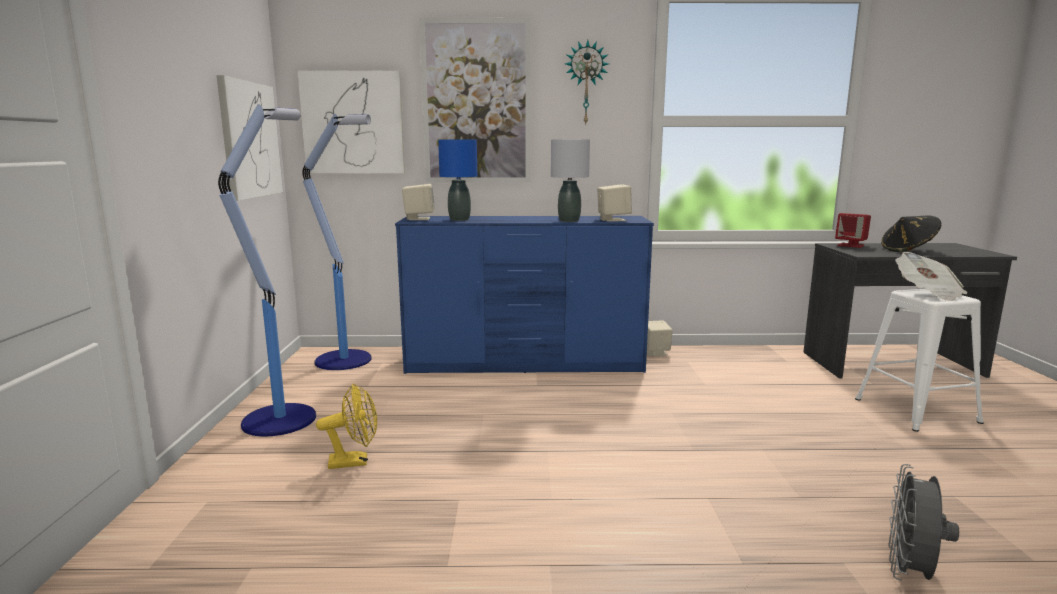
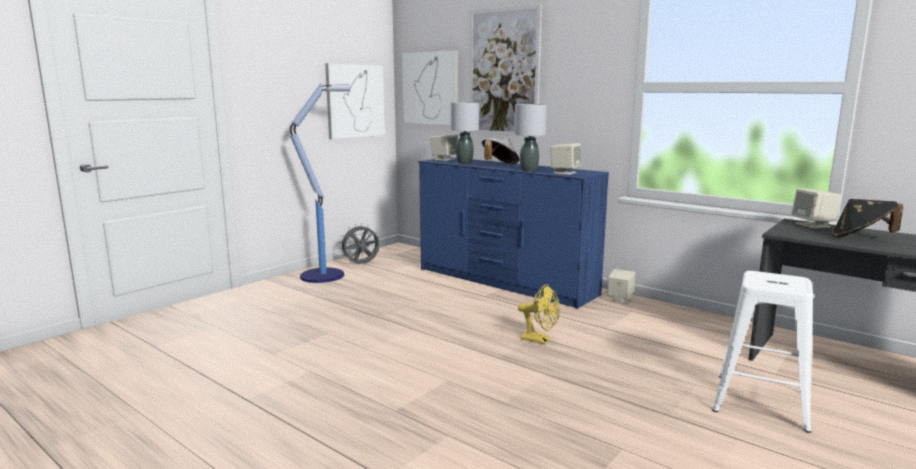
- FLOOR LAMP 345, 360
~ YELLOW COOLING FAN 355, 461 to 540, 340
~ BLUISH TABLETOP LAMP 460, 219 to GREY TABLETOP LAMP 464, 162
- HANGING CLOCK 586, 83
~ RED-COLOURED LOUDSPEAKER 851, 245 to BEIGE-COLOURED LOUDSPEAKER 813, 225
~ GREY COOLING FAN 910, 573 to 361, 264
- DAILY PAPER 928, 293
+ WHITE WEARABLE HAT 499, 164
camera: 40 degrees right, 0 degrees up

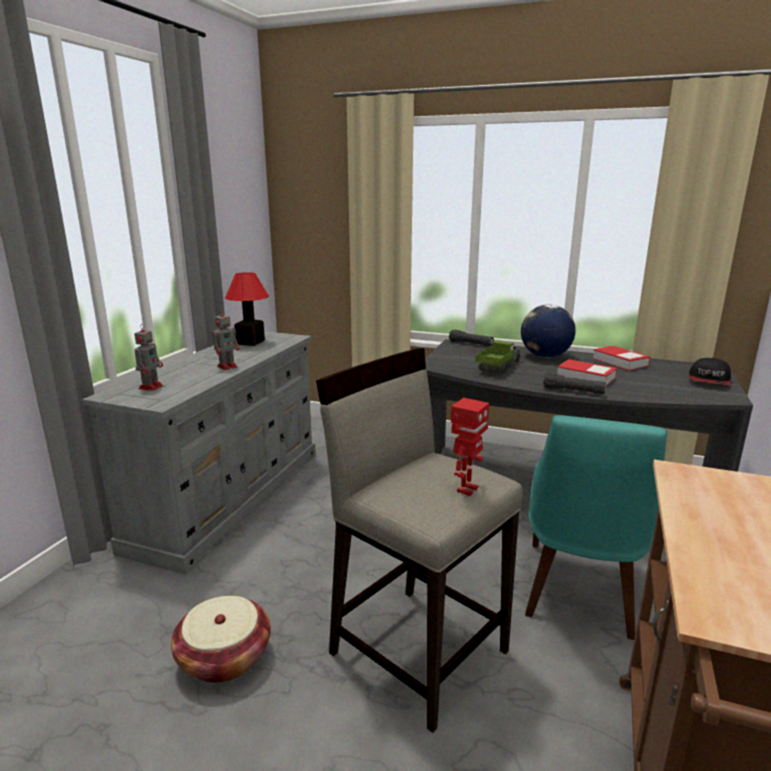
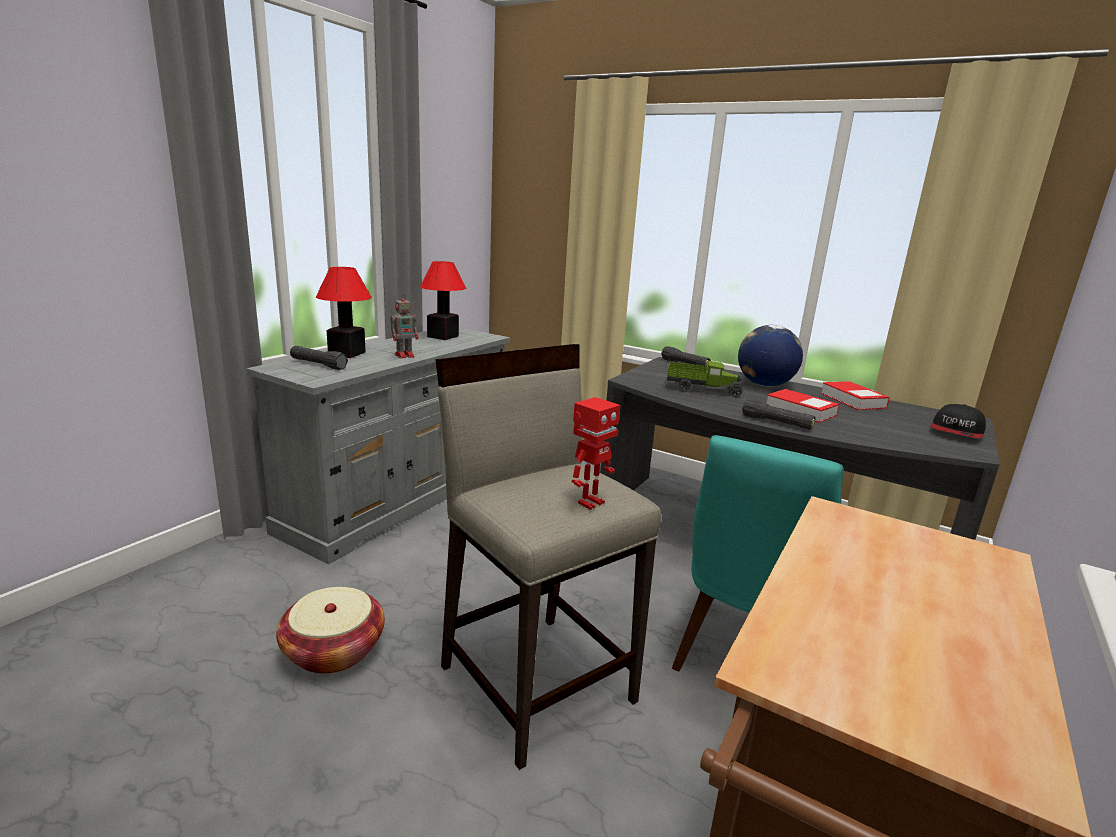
~ ROBOT FIGURE 151, 387 to BLACK TORCH 318, 365
~ TOY LORRY 498, 367 = 702, 390 60 degrees clockwise
+ TABLETOP LAMP 347, 354
camera: 10 degrees right, 0 degrees up

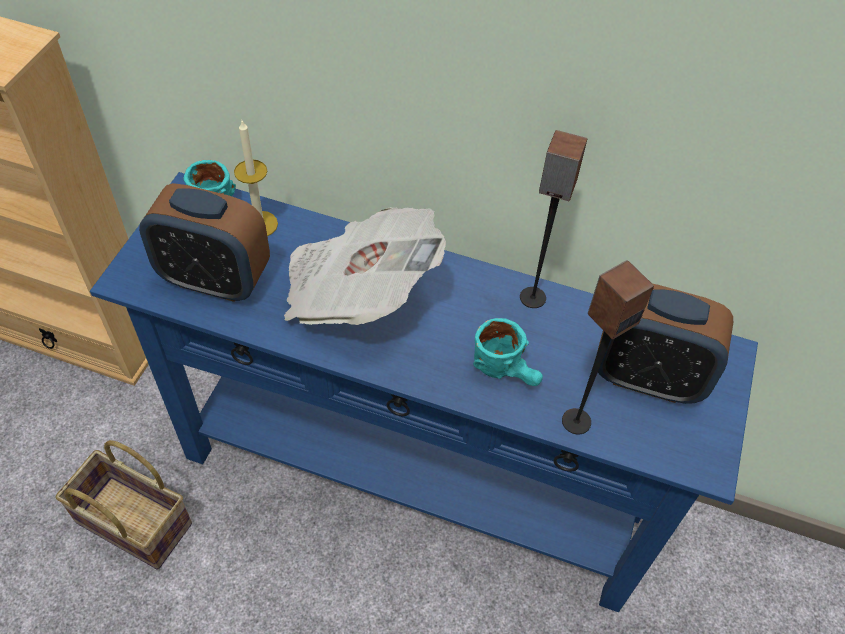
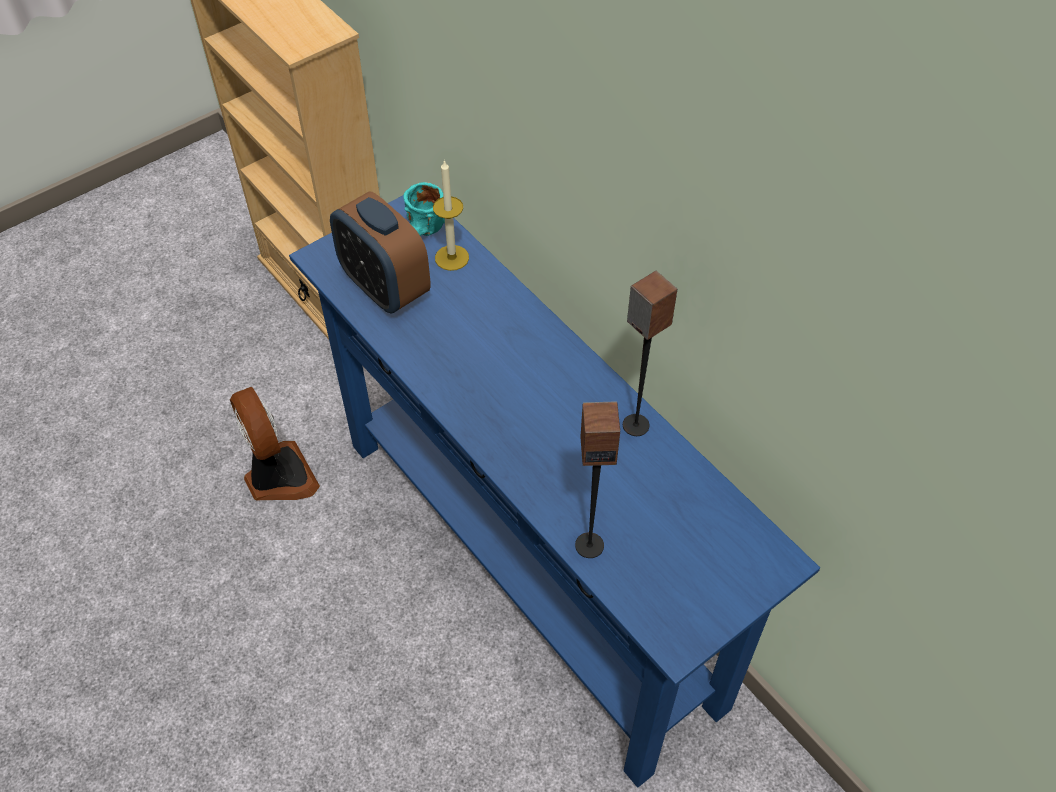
~ BASKET 130, 523 to COOLING FAN 278, 477
- DAILY PAPER 357, 292
- TURQUOISE TEA MUG 508, 370
- TABLE CLOCK 647, 377
camera: 35 degrees right, 0 degrees up

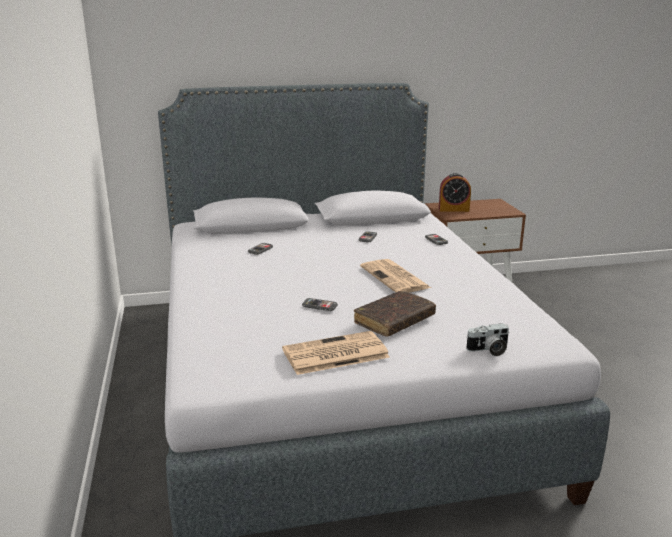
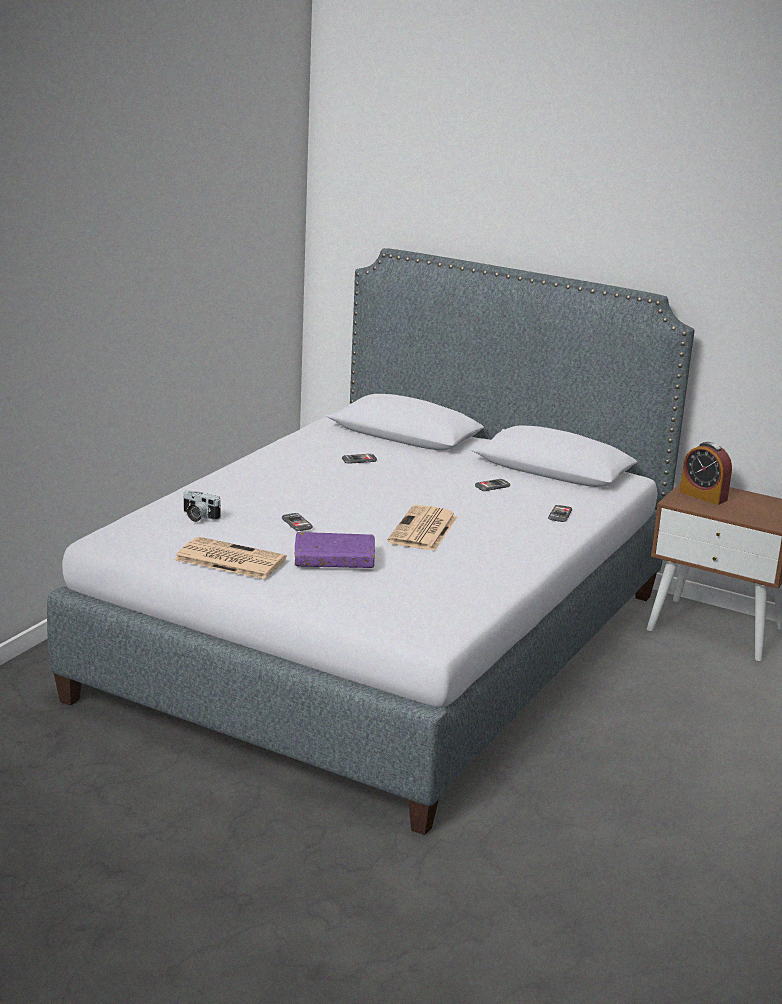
~ BROWN VOLUME 394, 321 to PURPLISH VOLUME 334, 560
~ PHOTO CAMERA 489, 350 to 198, 517
camera: 40 degrees right, 0 degrees up

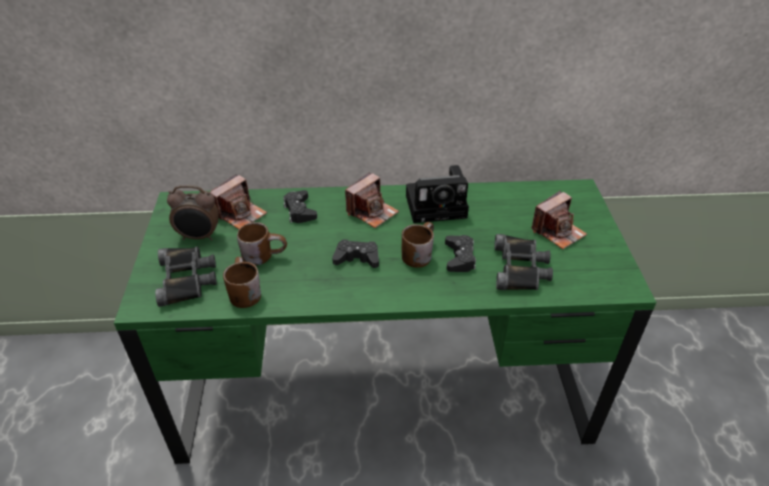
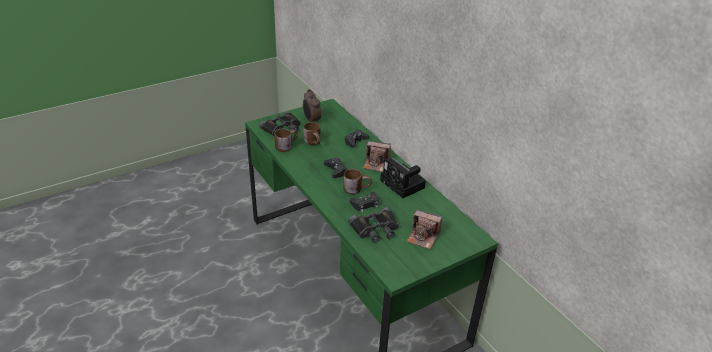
- PHOTO CAMERA 240, 214
camera: 60 degrees right, 5 degrees down

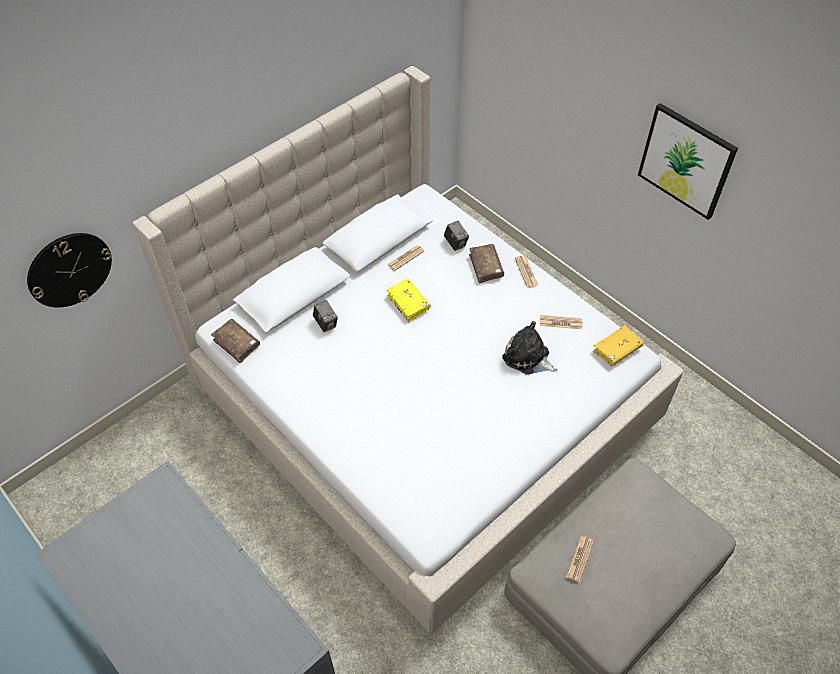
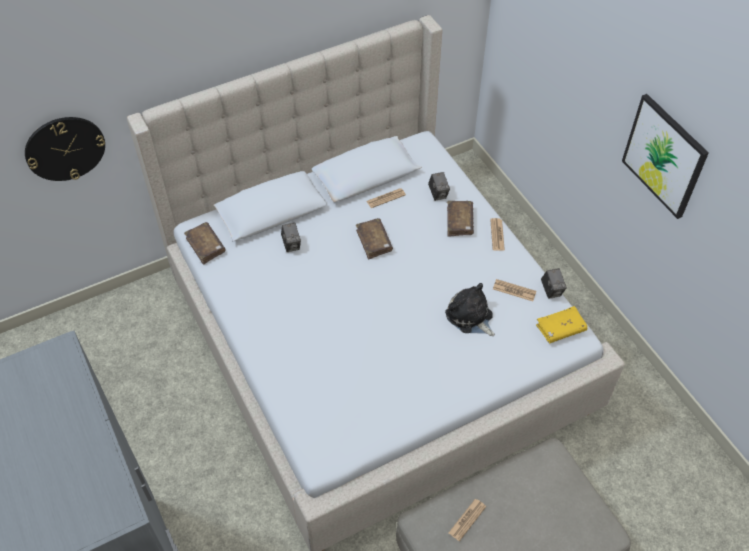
~ YELLOW VOLUME 408, 303 to BROWN VOLUME 374, 242
+ PHOTO CAMERA 551, 290
camera: 15 degrees right, 0 degrees up

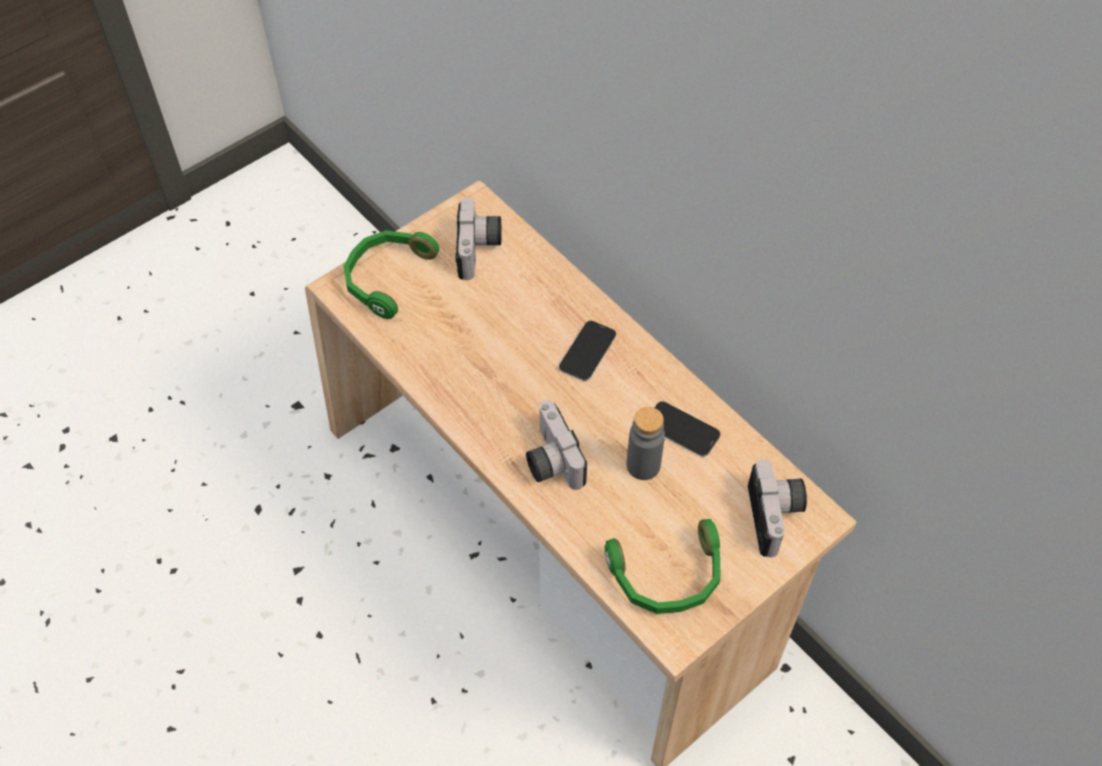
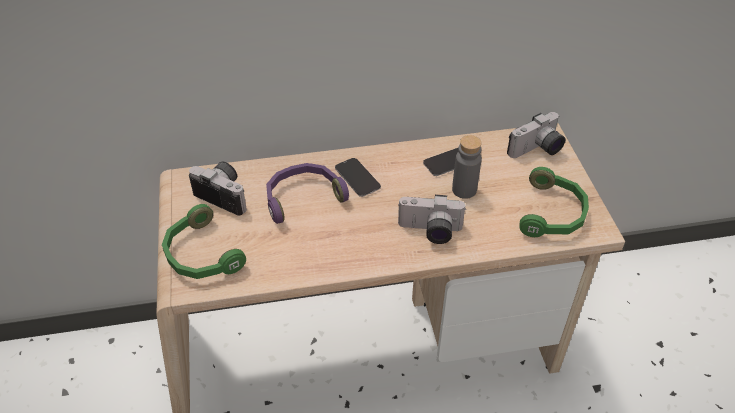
~ PHOTO CAMERA 777, 517 = 537, 150 120 degrees clockwise
+ PURPLISH HEADSET 303, 197
camera: 60 degrees left, 10 degrees down

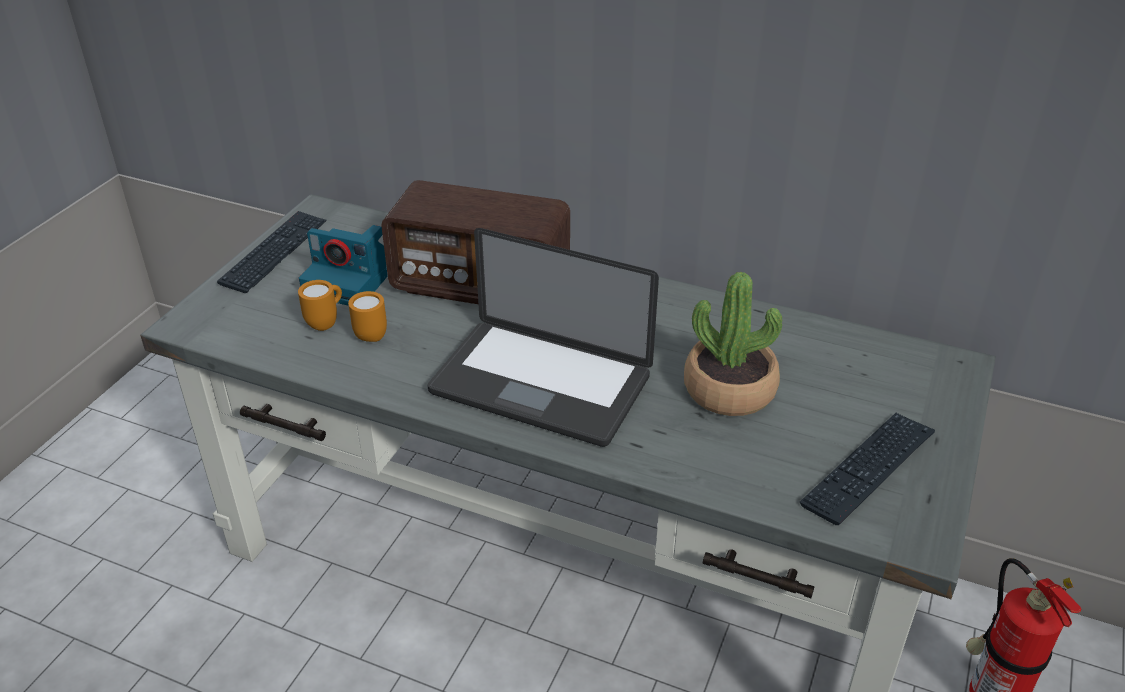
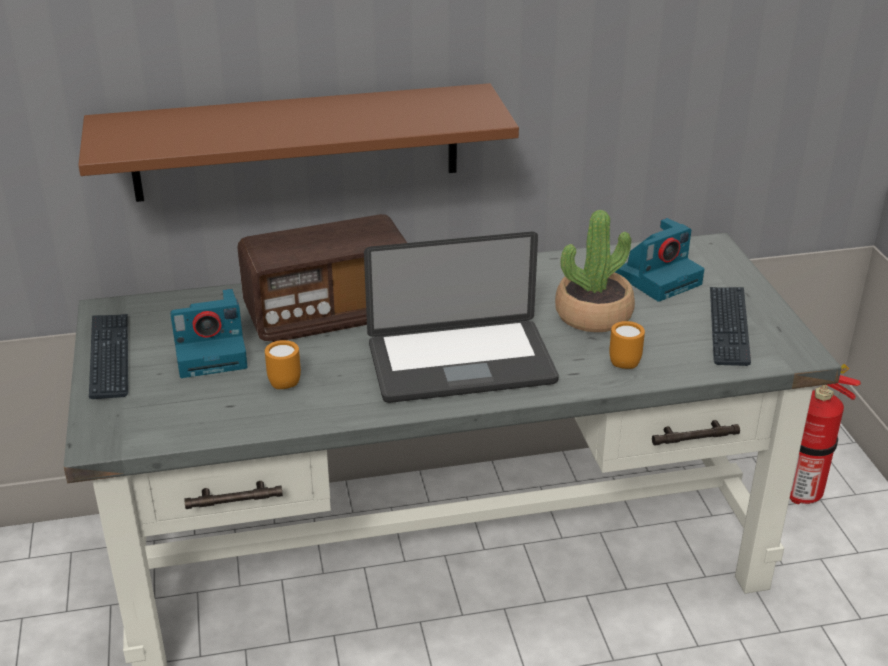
~ ORANGE TEA MUG 326, 322 to 624, 362
+ BROWN BRACKET SHELF 296, 142
+ PHOTO CAMERA 659, 278
camera: 35 degrees left, 5 degrees down

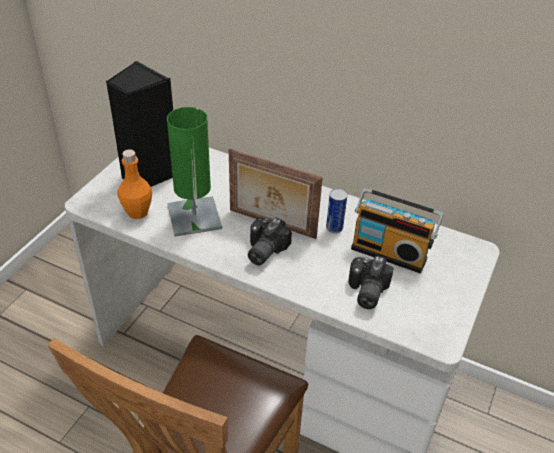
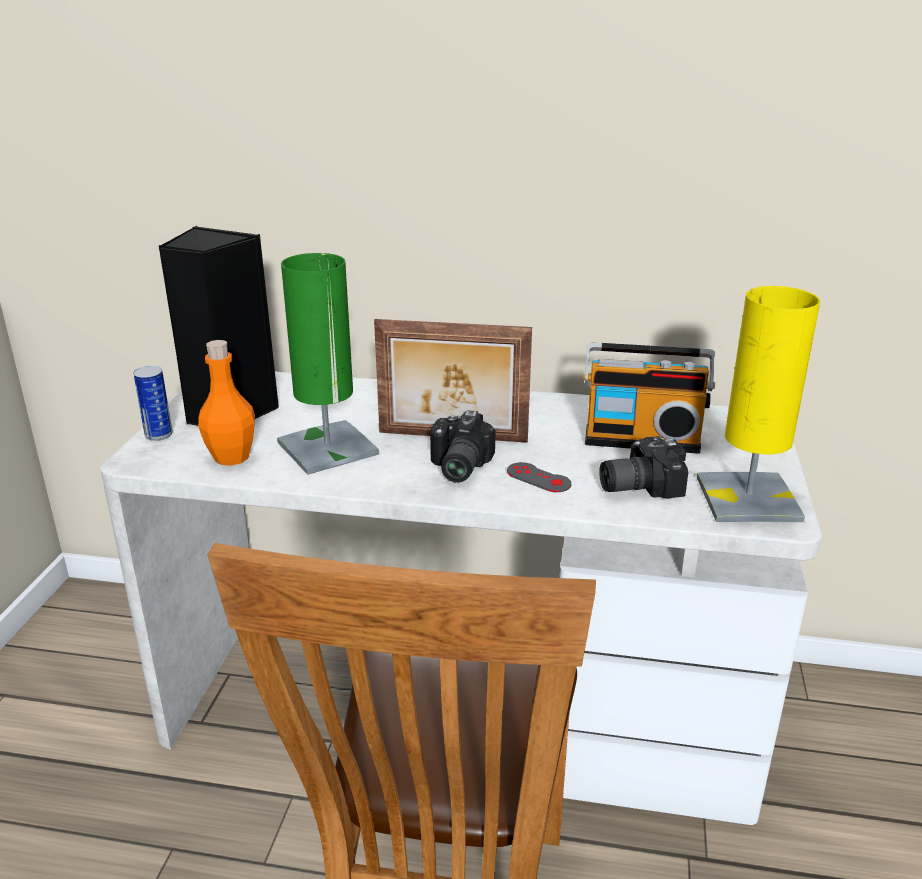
~ SEALED CAN 334, 228 to 158, 435
~ PHOTO CAMERA 365, 291 = 637, 485 75 degrees clockwise
+ GREY GAMEPAD 538, 478
+ YELLOW TABLETOP LAMP 748, 499
camera: 15 degrees left, 15 degrees down

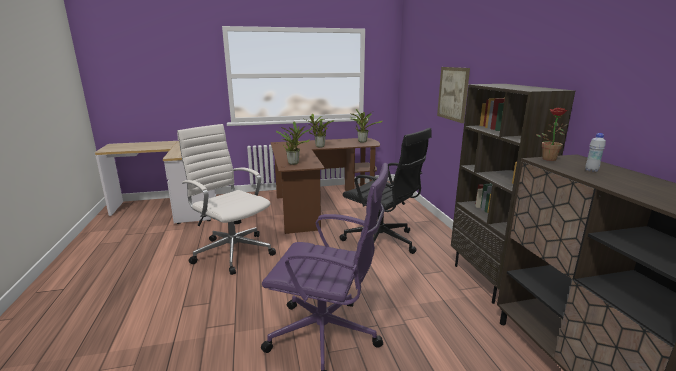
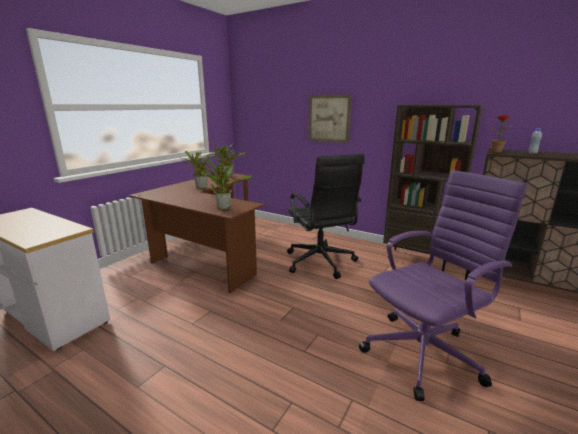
- WHITE DESK CHAIR 232, 251
~ BLACK DESK CHAIR 382, 242 = 320, 263 75 degrees clockwise
camera: 45 degrees left, 0 degrees up

